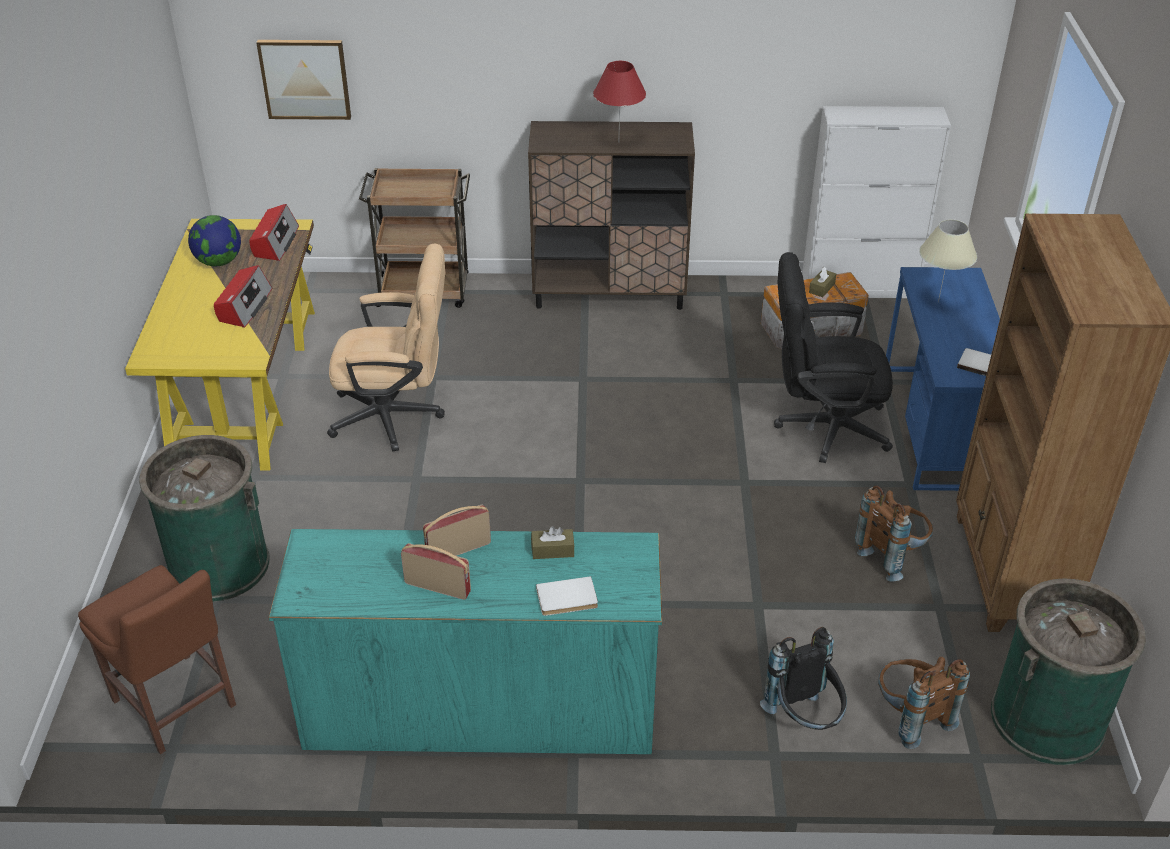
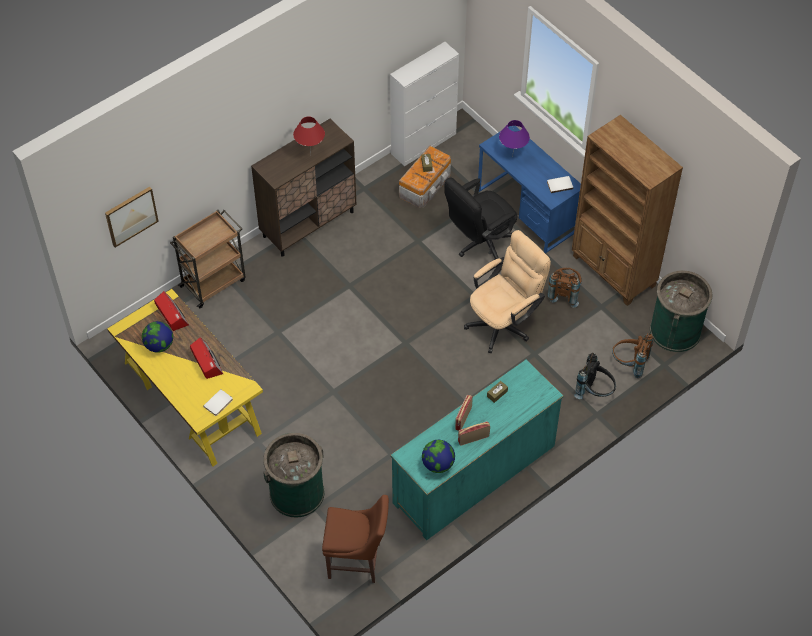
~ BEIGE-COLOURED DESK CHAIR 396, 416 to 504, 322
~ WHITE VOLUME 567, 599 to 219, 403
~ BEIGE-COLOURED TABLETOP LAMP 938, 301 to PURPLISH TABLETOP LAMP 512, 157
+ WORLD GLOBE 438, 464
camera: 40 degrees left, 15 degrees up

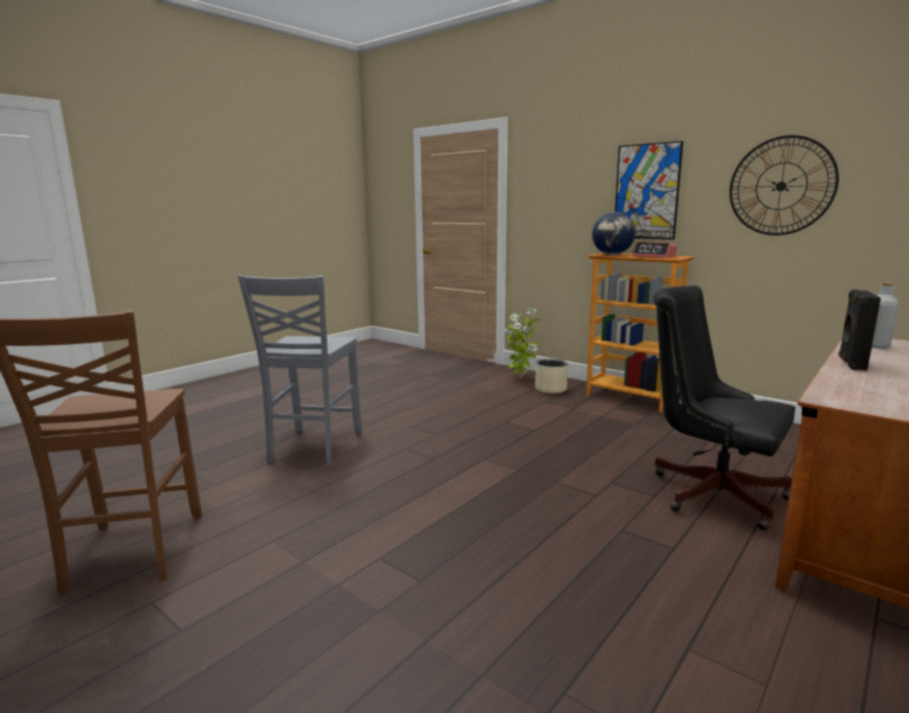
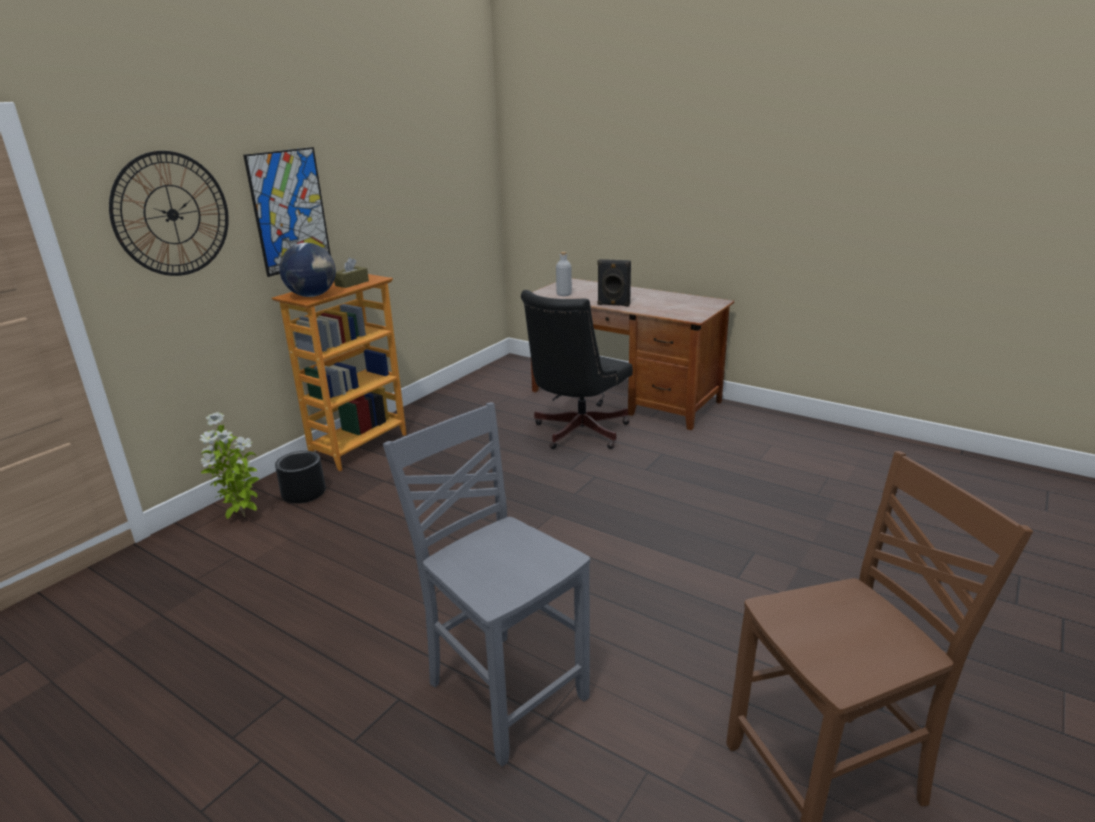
~ GREY CHAIR 313, 448 = 504, 690 135 degrees counterclockwise
~ BEIGE-COLOURED PLANTER 551, 389 to BLACK PLANTER 304, 493
~ TABLE CLOCK 654, 256 to BROWN TISSUE HOLDER 352, 283
~ HANGING CLOCK 781, 186 to 172, 214
camera: 95 degrees left, 10 degrees up

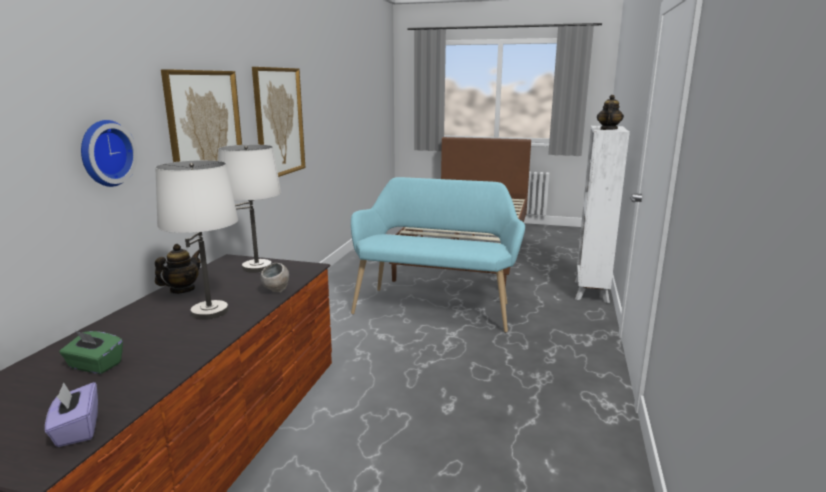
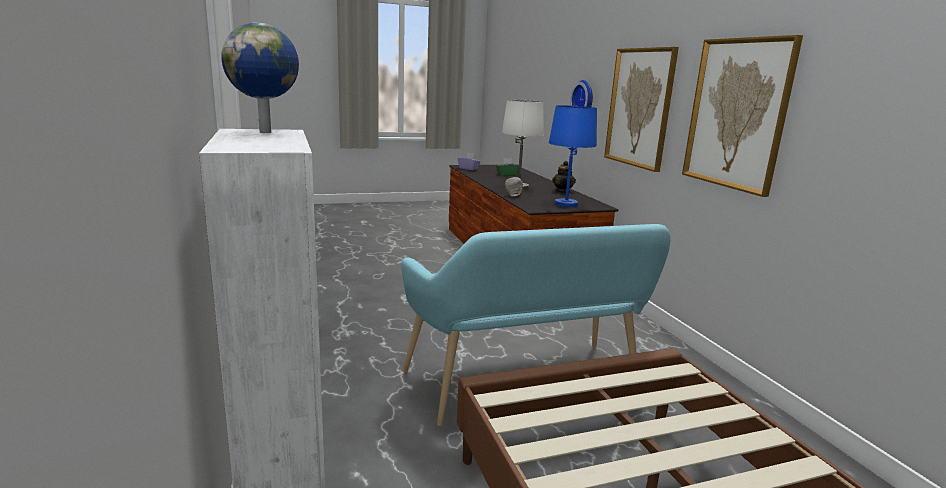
~ WHITE TABLETOP LAMP 257, 267 to BLUISH TABLETOP LAMP 566, 204
~ POT FOR TEA 608, 129 to WORLD GLOBE 267, 132
camera: 145 degrees right, 0 degrees up

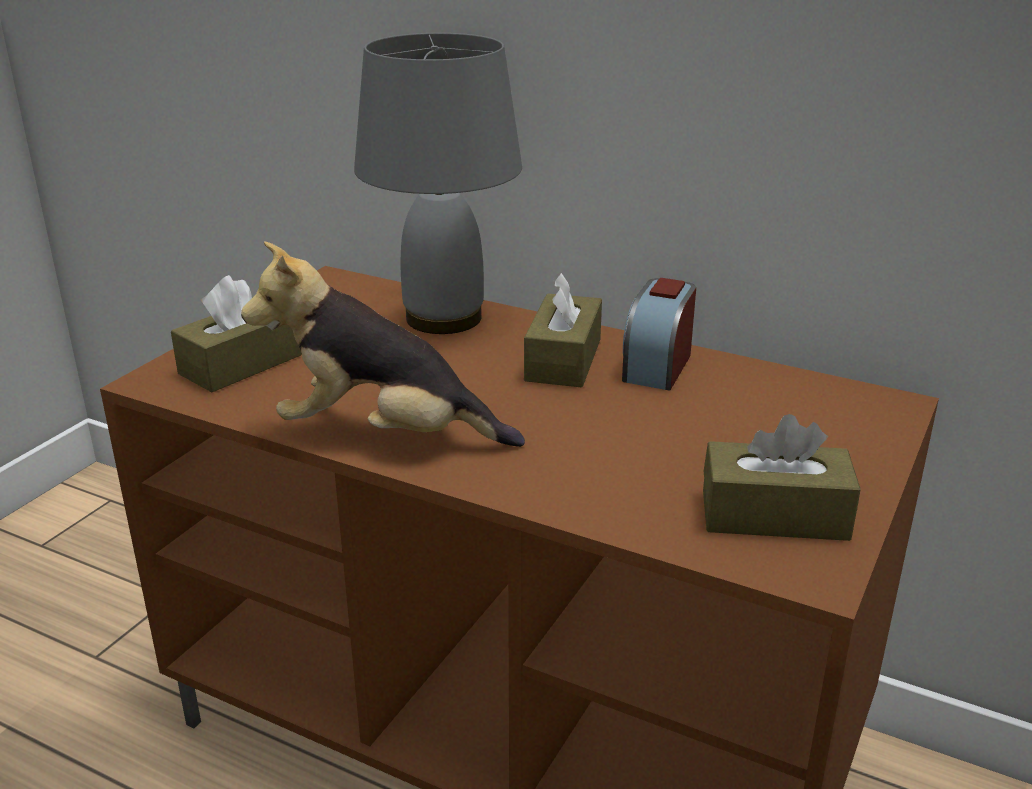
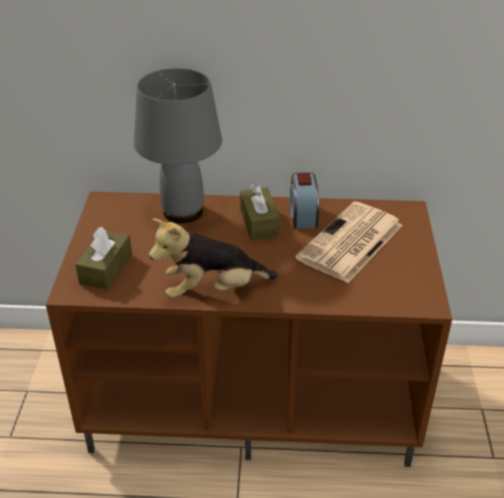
- BROWN TISSUE HOLDER 774, 515
+ DAILY PAPER 350, 243
camera: 25 degrees left, 10 degrees up

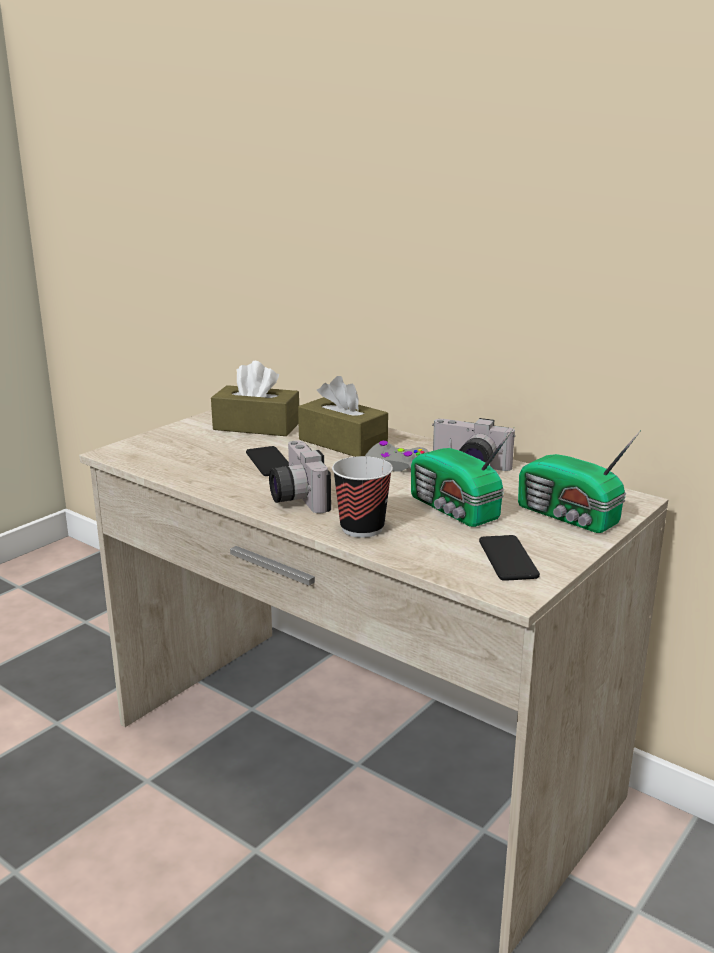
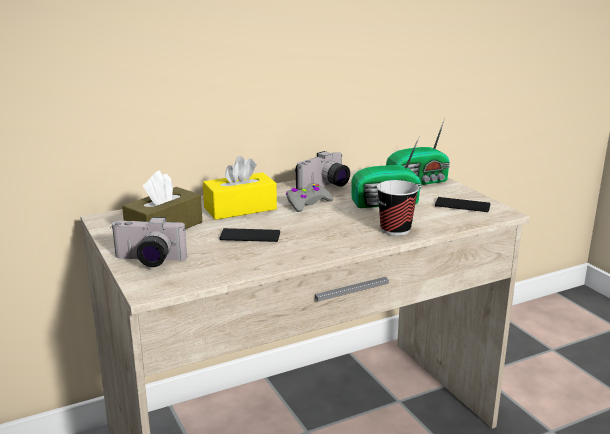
~ PHOTO CAMERA 295, 497 to 148, 261
~ BROWN TISSUE HOLDER 342, 443 to YELLOW TISSUE HOLDER 240, 208
camera: 65 degrees left, 0 degrees up

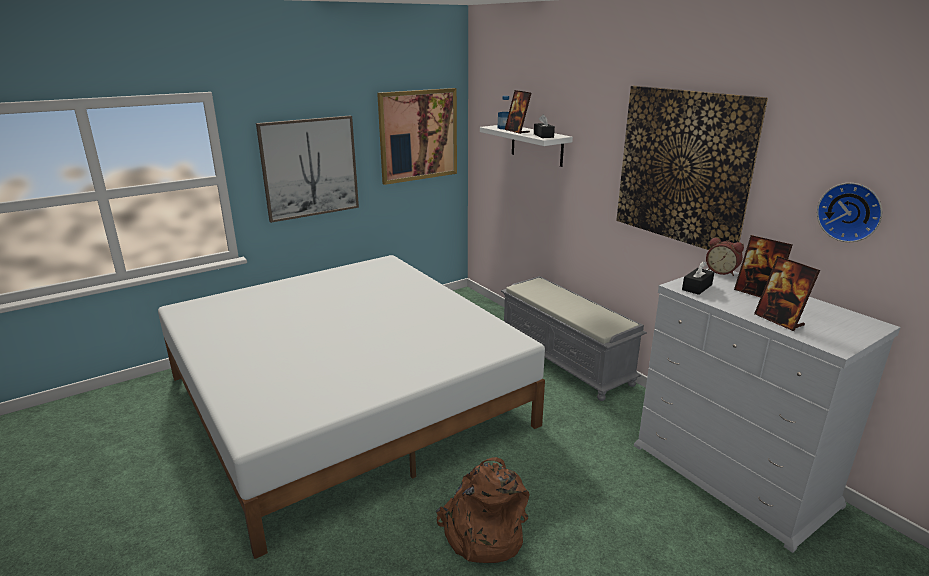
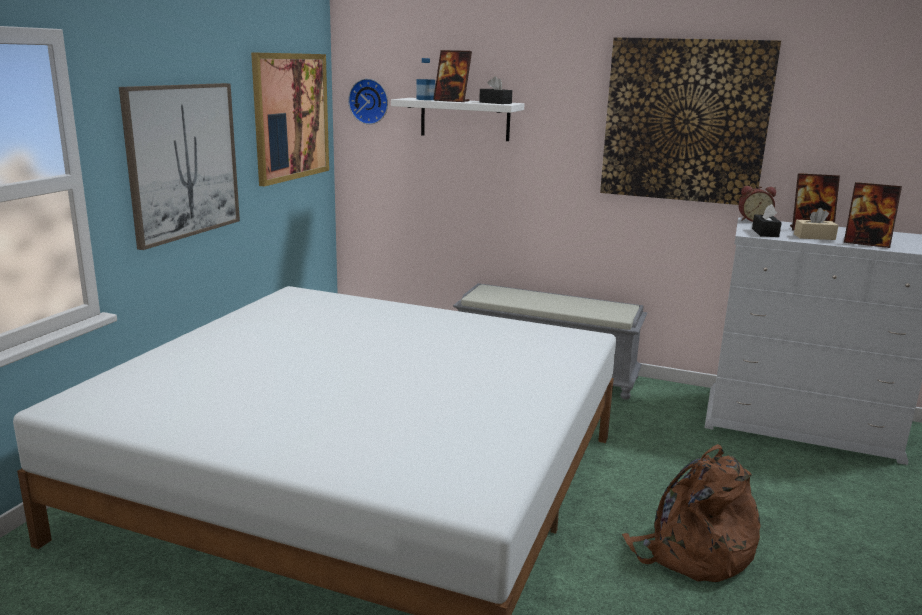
~ HANGING CLOCK 850, 211 to 369, 101
+ BEIGE-COLOURED TISSUE HOLDER 814, 237
camera: 35 degrees left, 5 degrees down

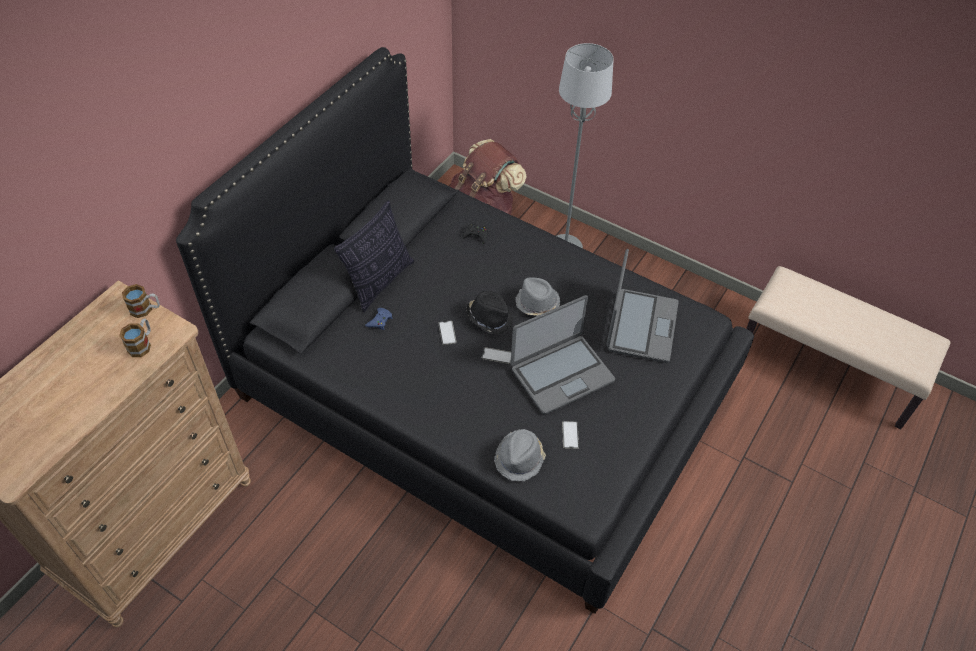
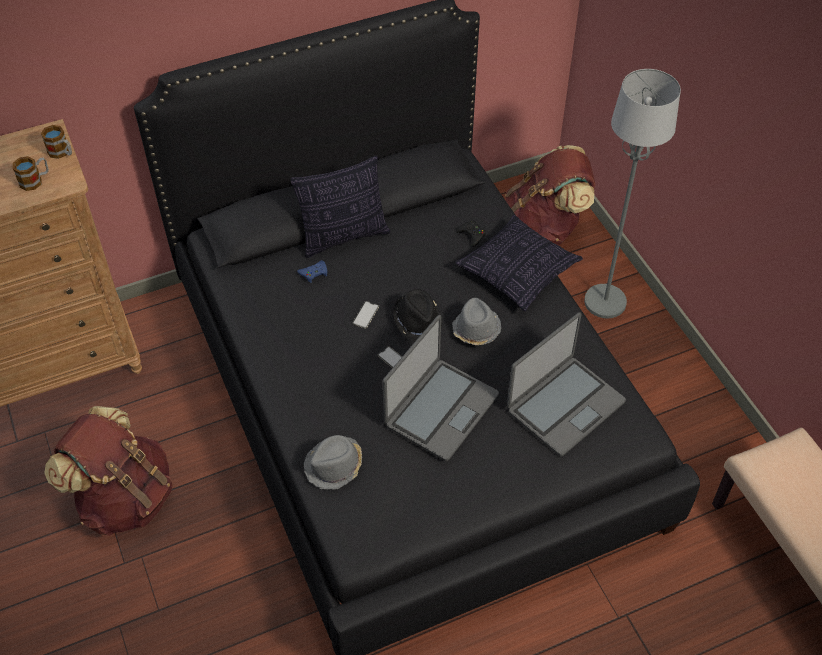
~ LAPTOP 561, 374 = 440, 410 60 degrees counterclockwise
- PHONE 570, 435
+ BROWN BACKPACK 124, 498
+ PILLOW 518, 272
camera: 35 degrees right, 0 degrees up

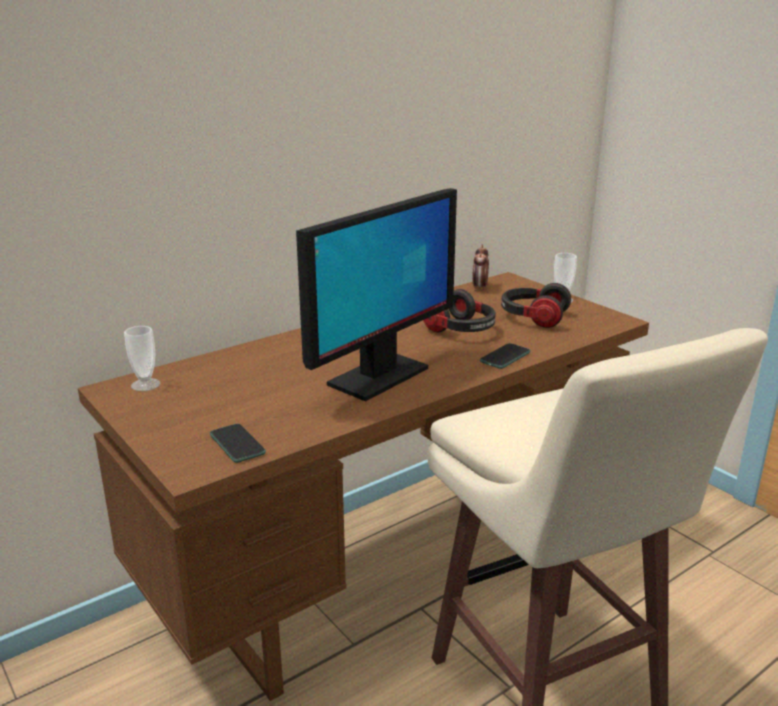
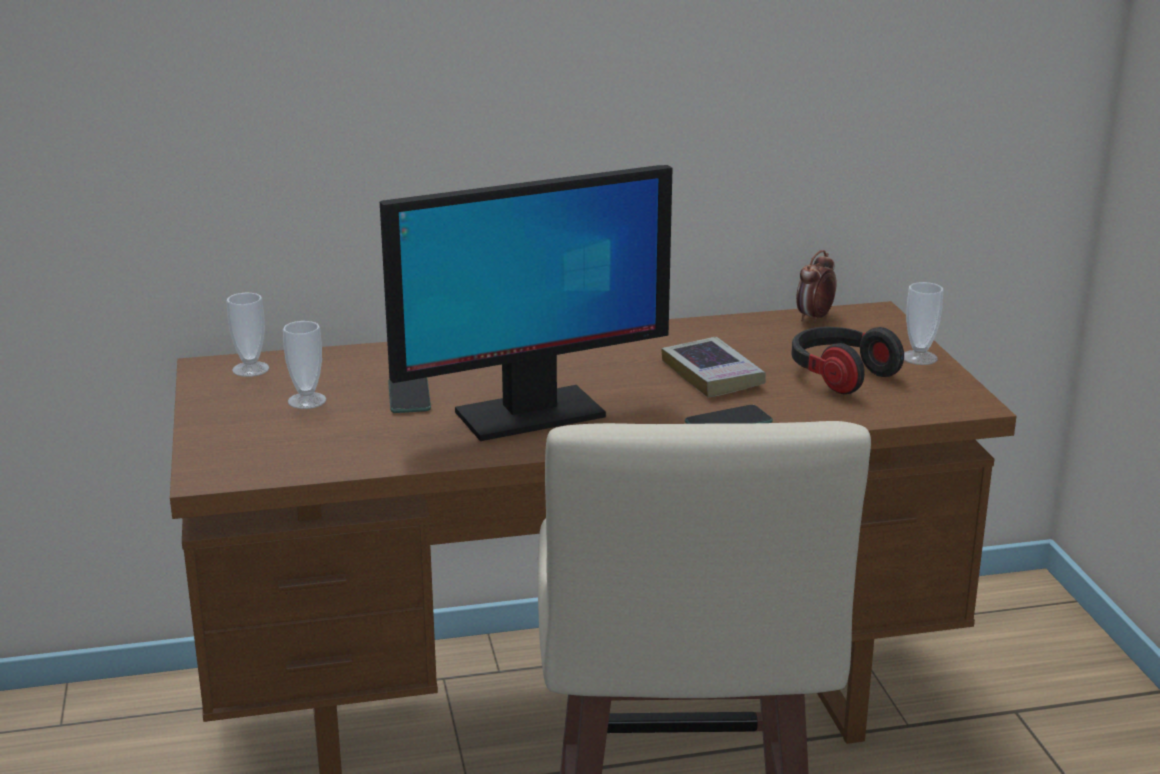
~ PHONE 237, 444 to 409, 396
~ HEADSET 461, 330 to VOLUME 712, 374
+ SMALL CUP 307, 401
camera: 25 degrees right, 0 degrees up

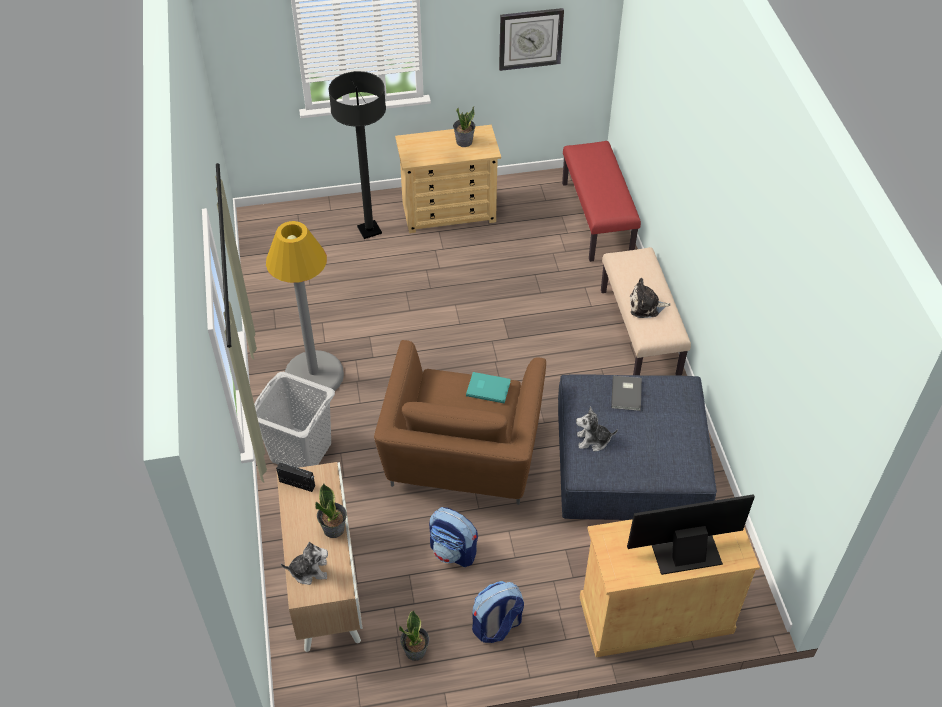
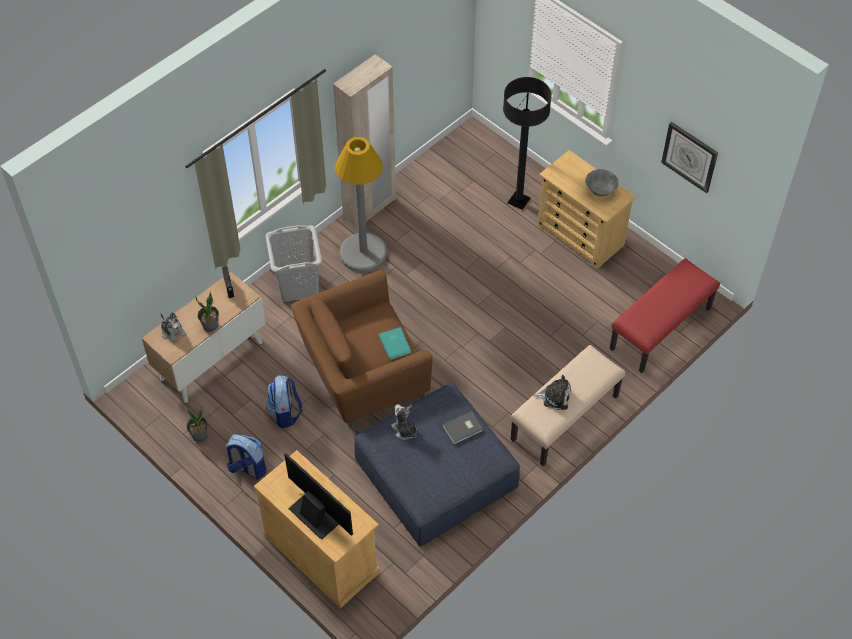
~ PLANT IN A POT 464, 141 to GREY SERVING BOWL 600, 191
~ SOFT TOY 646, 306 = 555, 396 135 degrees clockwise
+ BEIGE-COLOURED ARMOIRE 369, 208
camera: 55 degrees right, 5 degrees up

